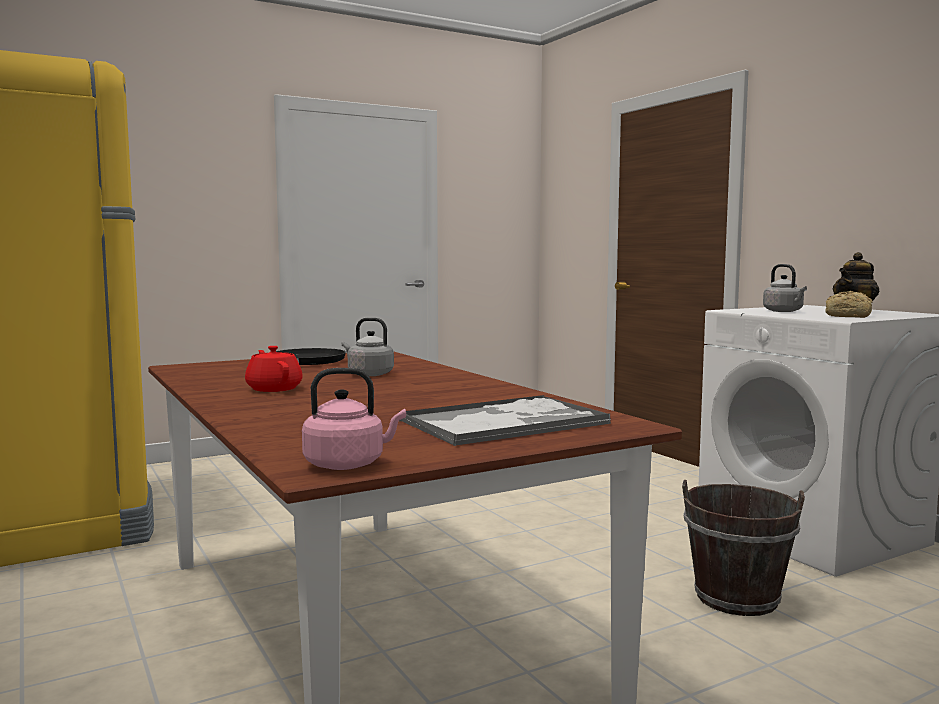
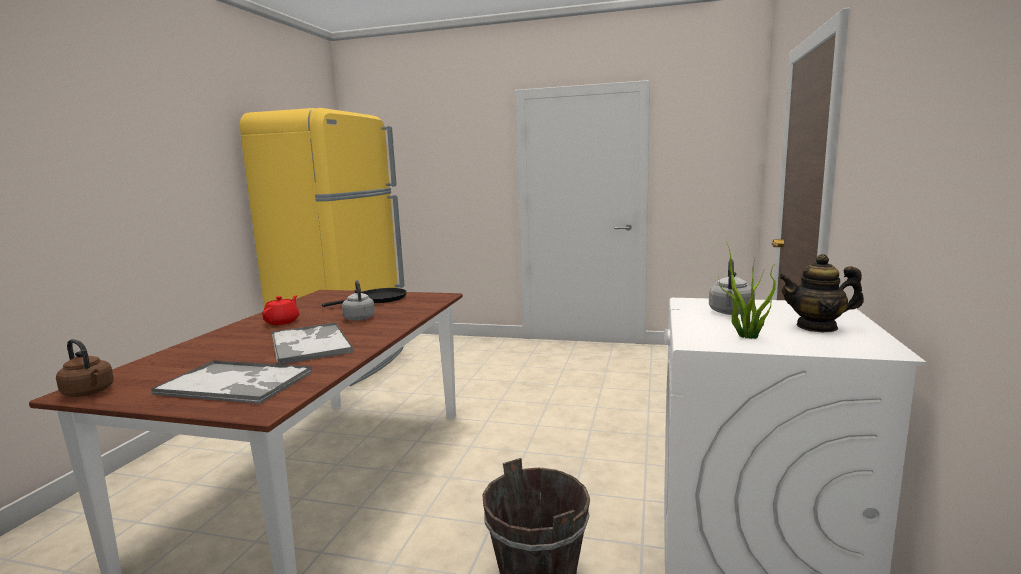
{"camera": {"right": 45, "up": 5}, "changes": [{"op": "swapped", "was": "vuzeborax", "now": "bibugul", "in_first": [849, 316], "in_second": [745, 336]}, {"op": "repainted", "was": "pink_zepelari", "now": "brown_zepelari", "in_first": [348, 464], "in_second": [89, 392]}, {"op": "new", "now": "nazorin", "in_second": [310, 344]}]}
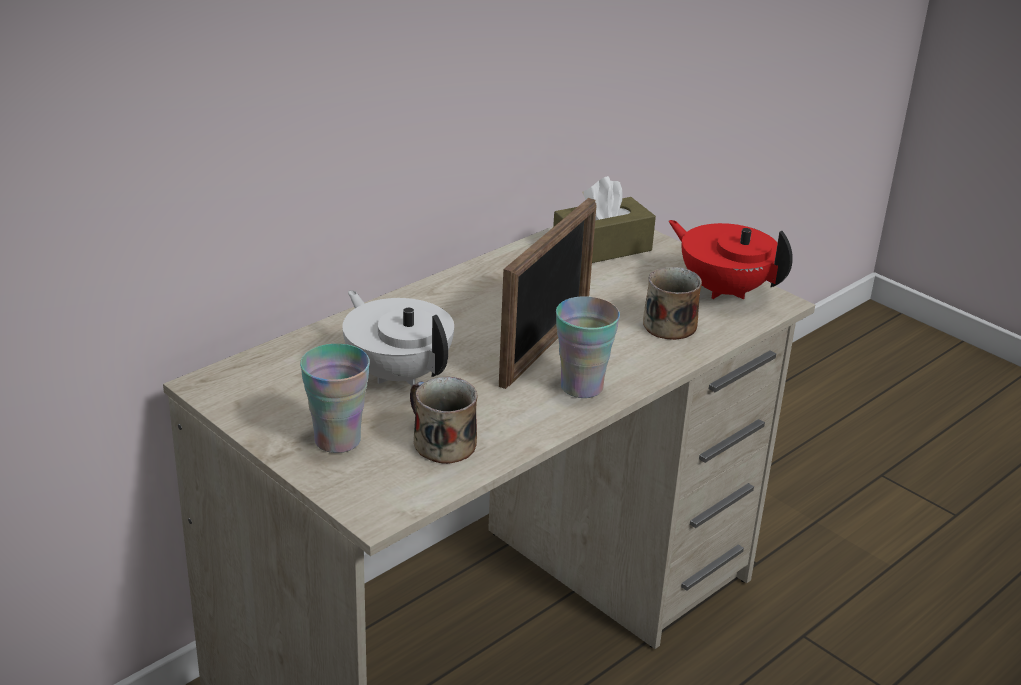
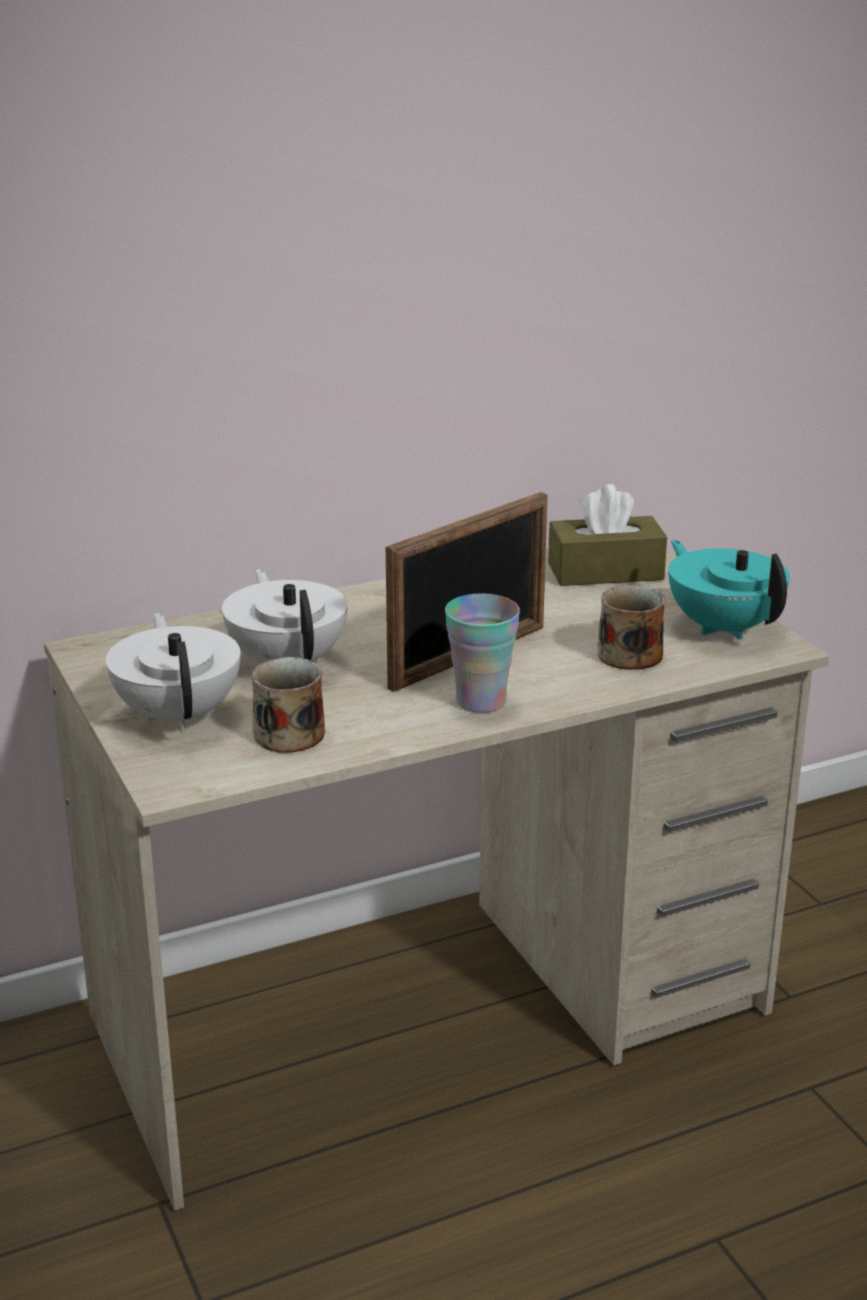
{"camera": {"right": 20, "up": -5}, "changes": [{"op": "repainted", "was": "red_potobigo", "now": "turquoise_potobigo", "in_first": [723, 289], "in_second": [723, 627]}, {"op": "swapped", "was": "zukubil", "now": "white_potobigo", "in_first": [337, 440], "in_second": [179, 715]}]}
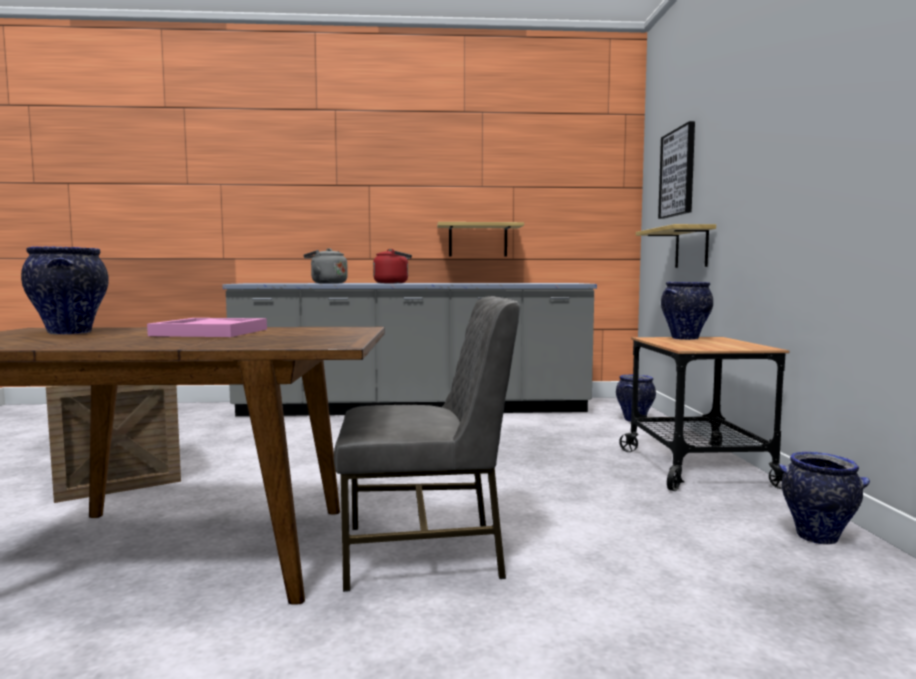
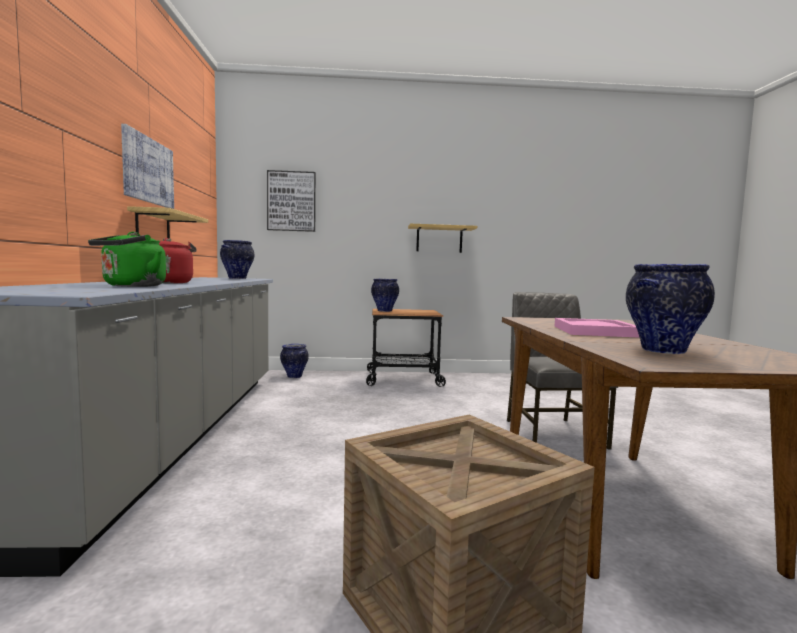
{"camera": {"right": -90, "up": 0}, "changes": [{"op": "shifted", "was": "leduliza", "in_first": [691, 247], "in_second": [439, 239]}, {"op": "repainted", "was": "grey_zepelari", "now": "green_zepelari", "in_first": [327, 283], "in_second": [131, 286]}, {"op": "shifted", "was": "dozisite", "in_first": [818, 537], "in_second": [237, 278]}, {"op": "new", "now": "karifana", "in_second": [148, 170]}]}
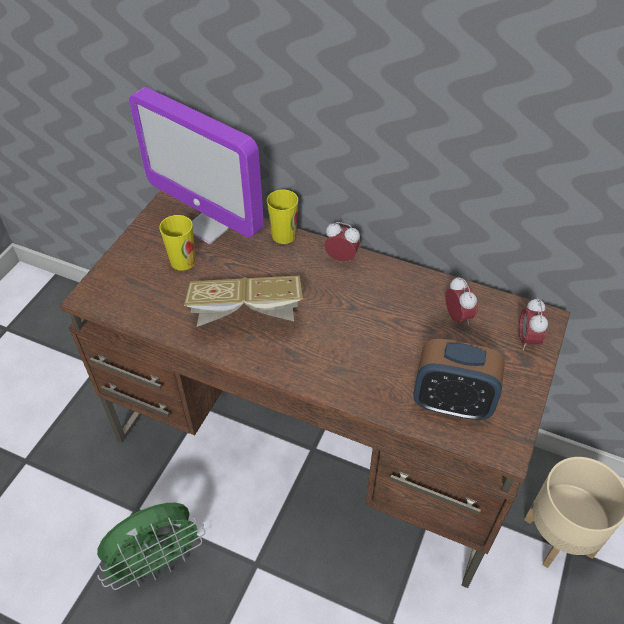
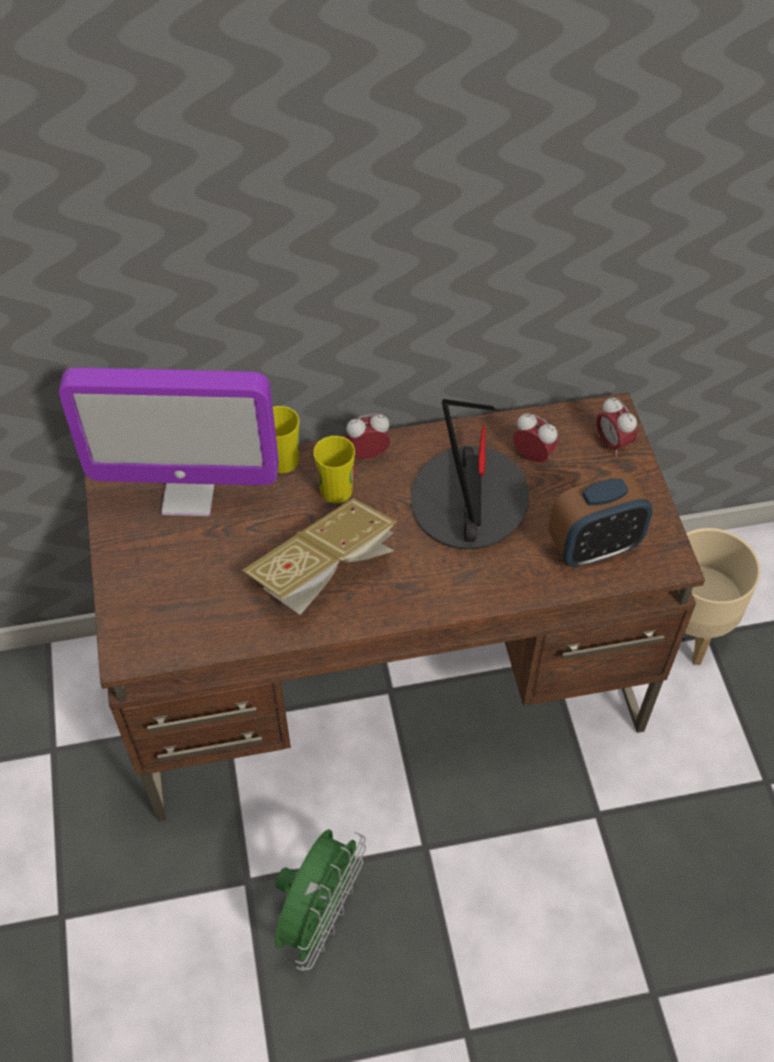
{"camera": {"right": -35, "up": 5}, "changes": [{"op": "shifted", "was": "zukubil", "in_first": [183, 261], "in_second": [336, 490]}, {"op": "new", "now": "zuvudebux", "in_second": [469, 500]}]}
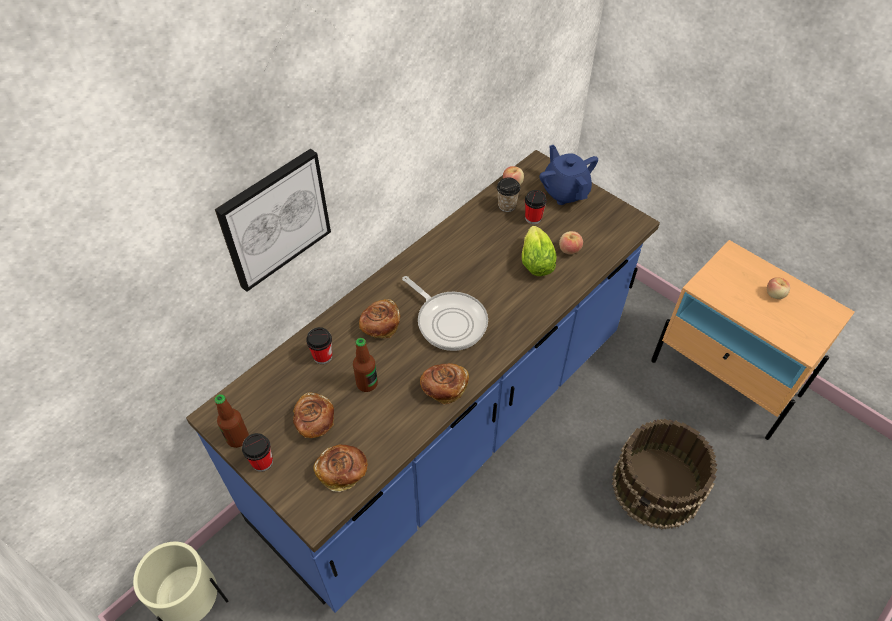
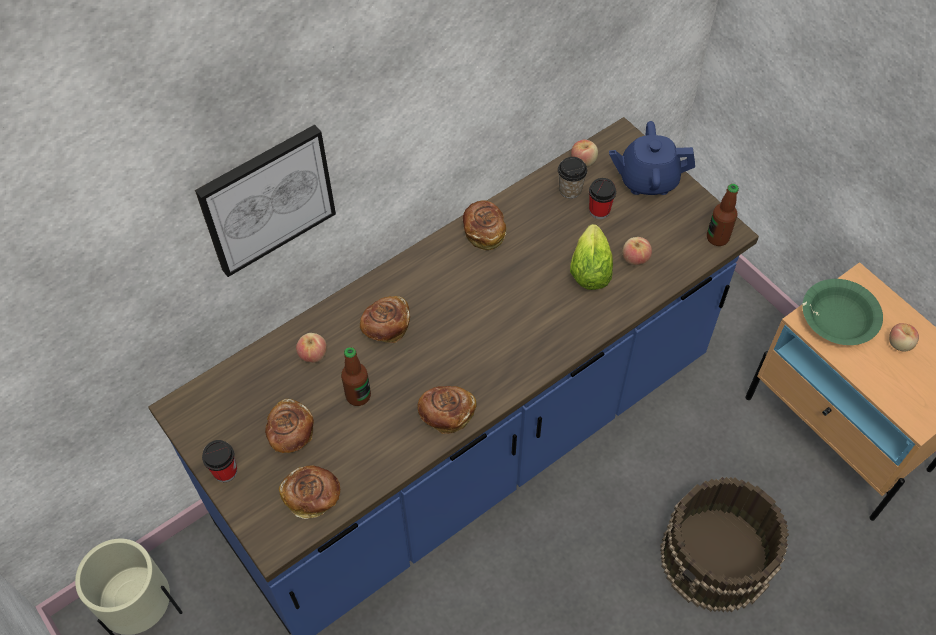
{"camera": {"right": 10, "up": 5}, "changes": [{"op": "rotated", "was": "blue_potobigo", "in_first": [565, 191], "in_second": [647, 180], "clockwise": -75}, {"op": "gone", "was": "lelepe", "in_first": [449, 321]}, {"op": "swapped", "was": "zukubil", "now": "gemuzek", "in_first": [322, 356], "in_second": [313, 355]}, {"op": "shifted", "was": "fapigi", "in_first": [237, 438], "in_second": [717, 238]}, {"op": "new", "now": "vuzeborax", "in_second": [484, 232]}, {"op": "new", "now": "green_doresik", "in_second": [838, 319]}]}
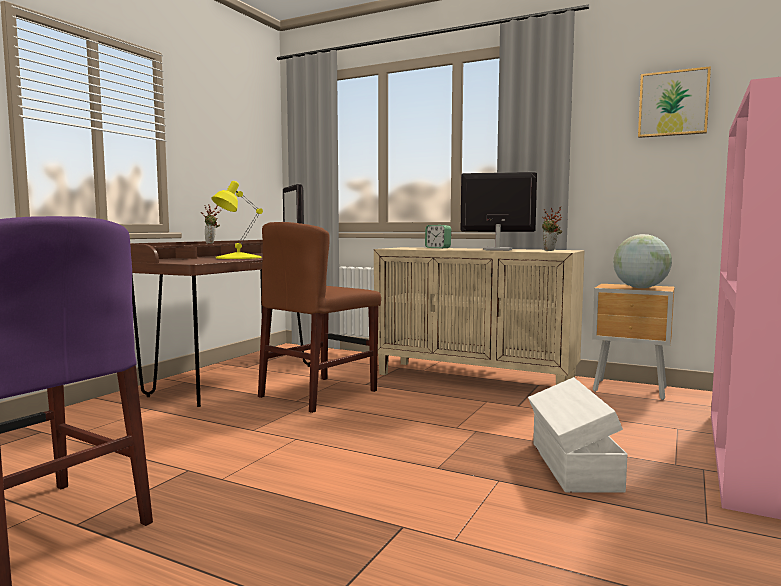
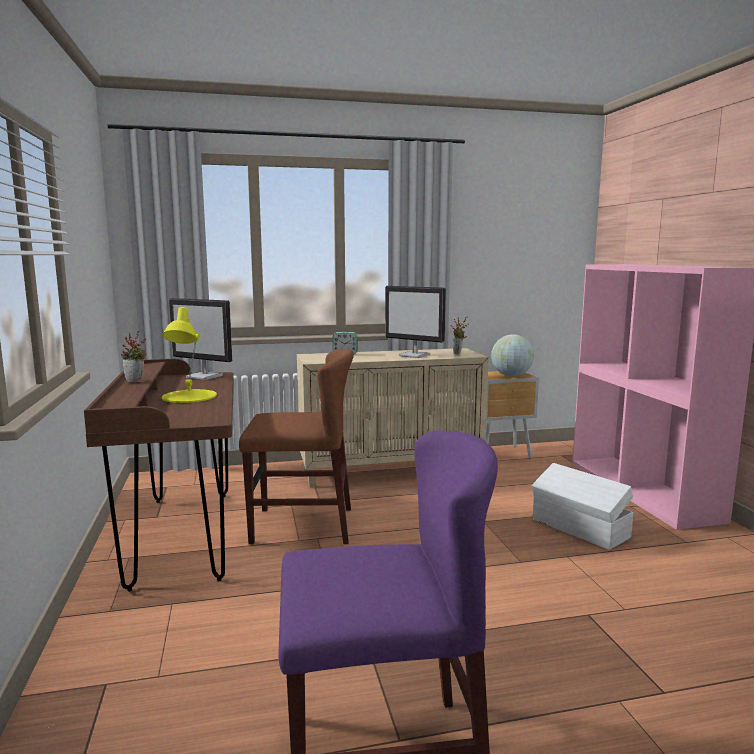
{"camera": {"right": -40, "up": 5}, "changes": [{"op": "gone", "was": "karifana", "in_first": [673, 104]}, {"op": "rotated", "was": "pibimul", "in_first": [497, 250], "in_second": [415, 355], "clockwise": -120}, {"op": "rotated", "was": "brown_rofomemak", "in_first": [319, 393], "in_second": [302, 525], "clockwise": -90}]}
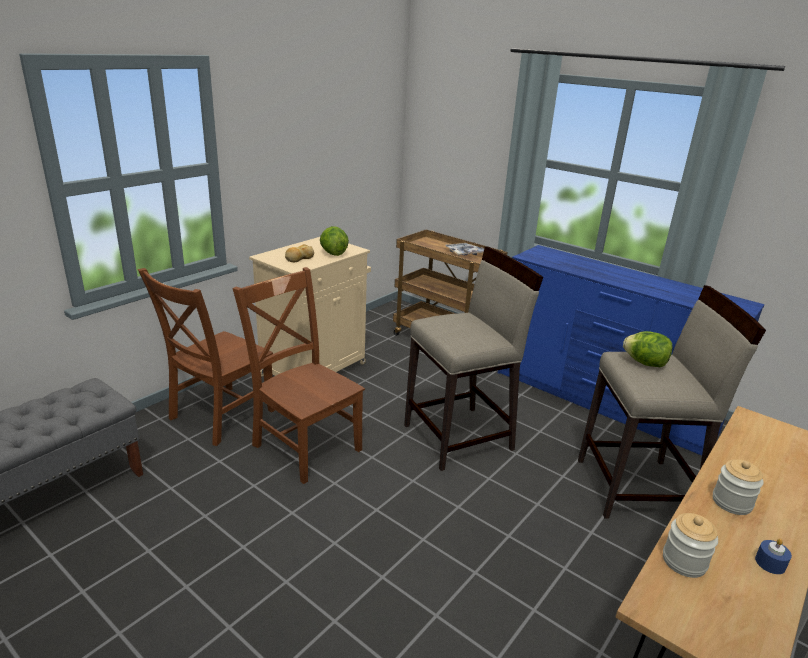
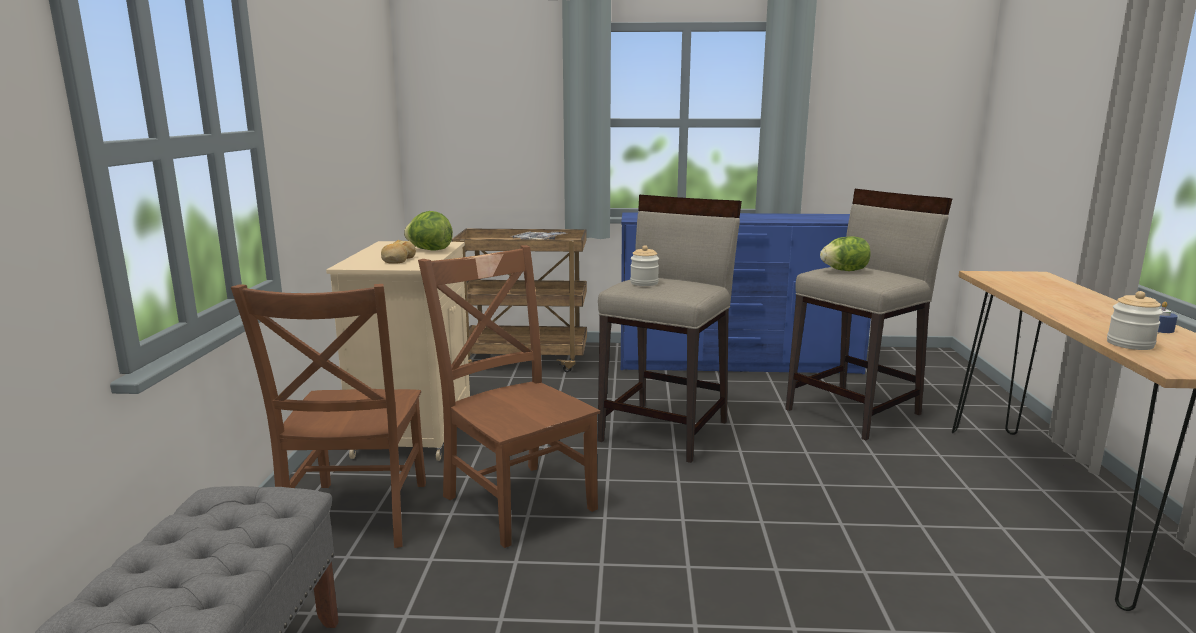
{"camera": {"right": -35, "up": -10}, "changes": [{"op": "rotated", "was": "brown_rofomemak", "in_first": [305, 445], "in_second": [516, 499], "clockwise": 45}, {"op": "shifted", "was": "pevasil", "in_first": [731, 502], "in_second": [644, 283]}]}
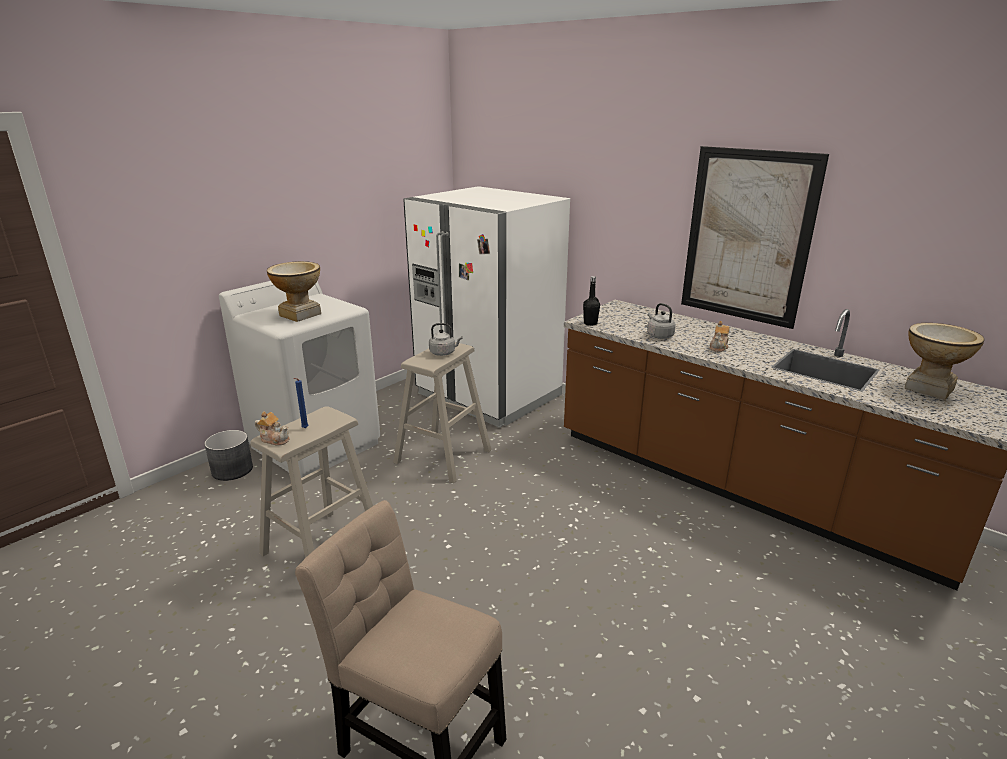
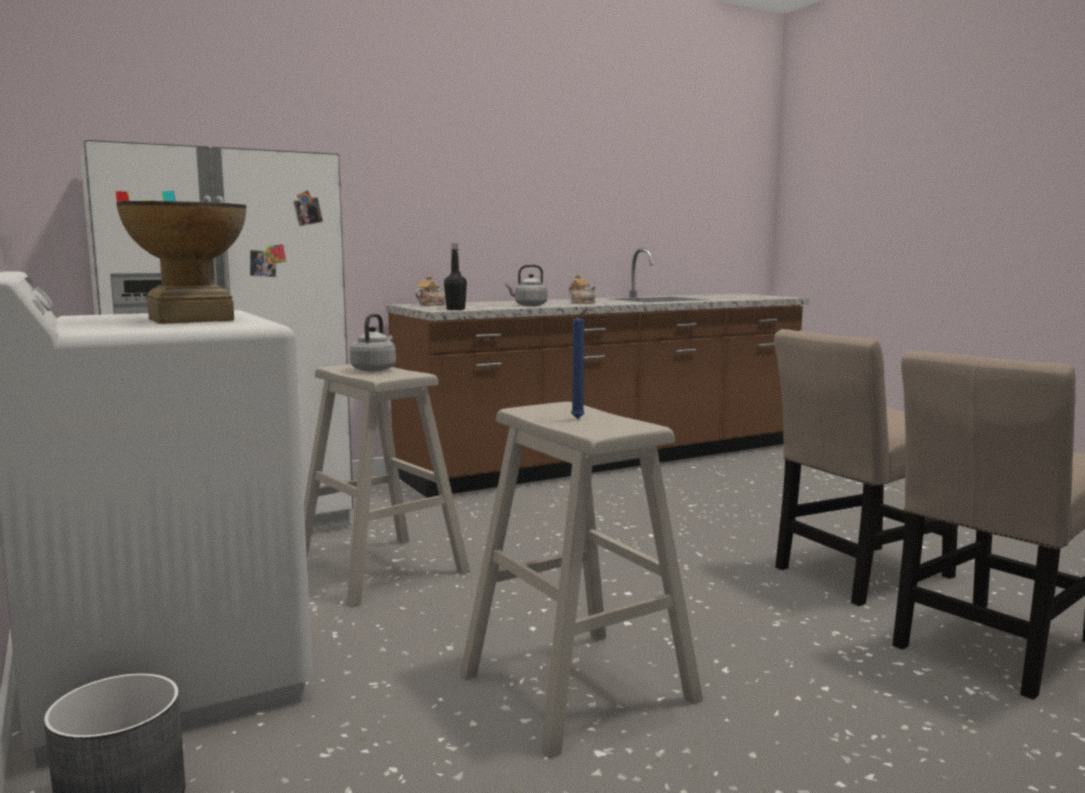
{"camera": {"right": -70, "up": -15}, "changes": [{"op": "gone", "was": "karifana", "in_first": [747, 237]}, {"op": "gone", "was": "dozisite", "in_first": [928, 388]}, {"op": "shifted", "was": "potobigo", "in_first": [274, 439], "in_second": [431, 305]}, {"op": "new", "now": "beige_rofomemak", "in_second": [858, 575]}]}
